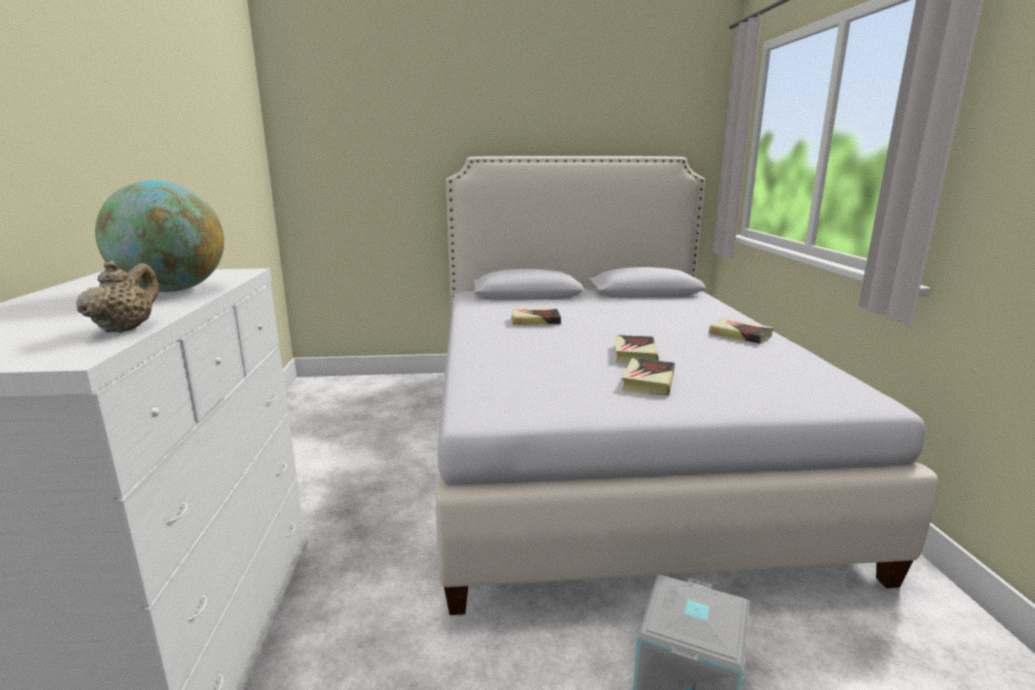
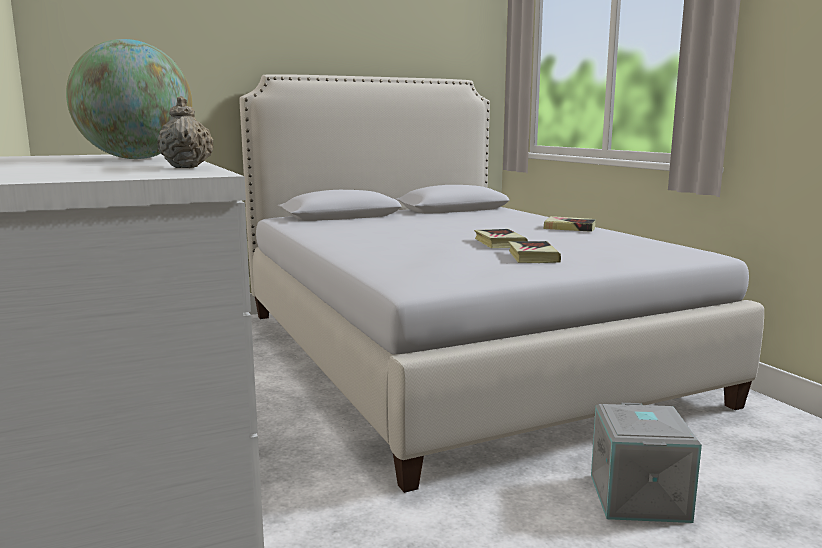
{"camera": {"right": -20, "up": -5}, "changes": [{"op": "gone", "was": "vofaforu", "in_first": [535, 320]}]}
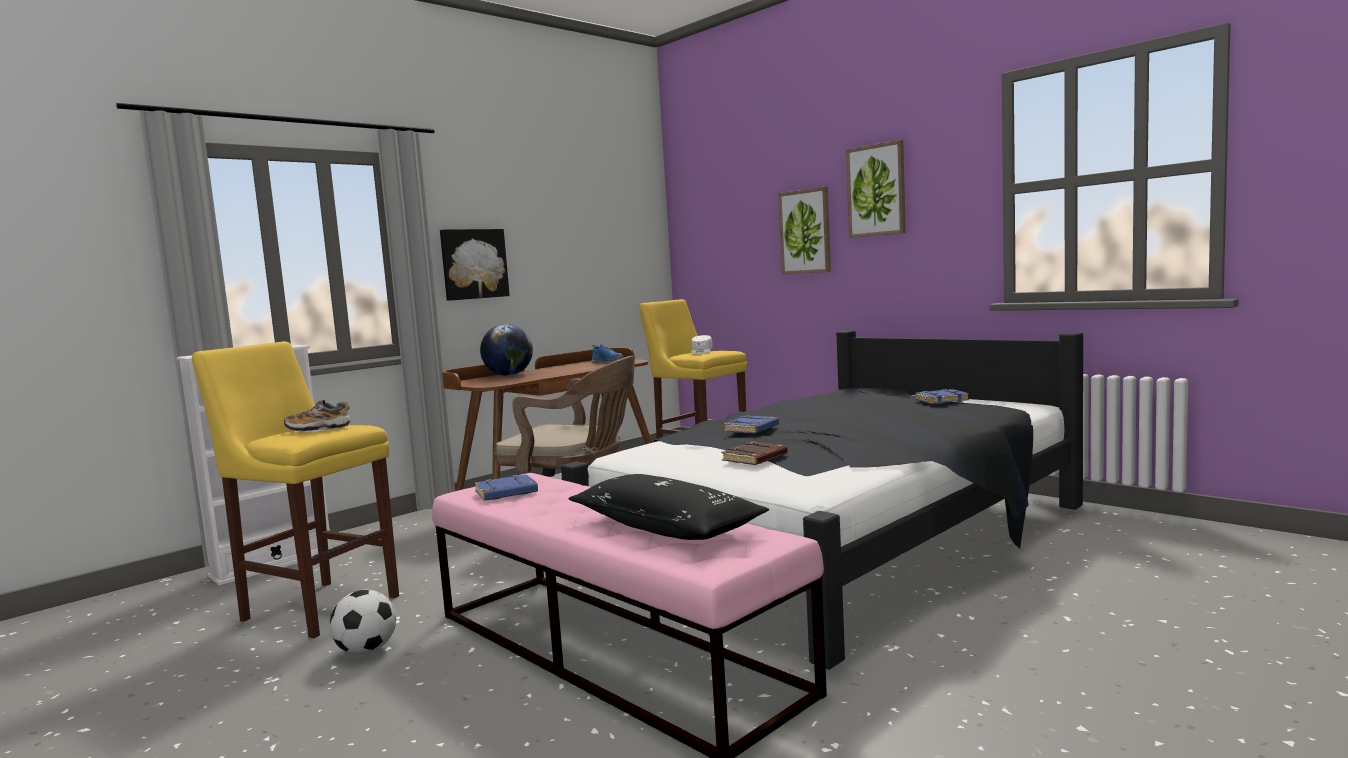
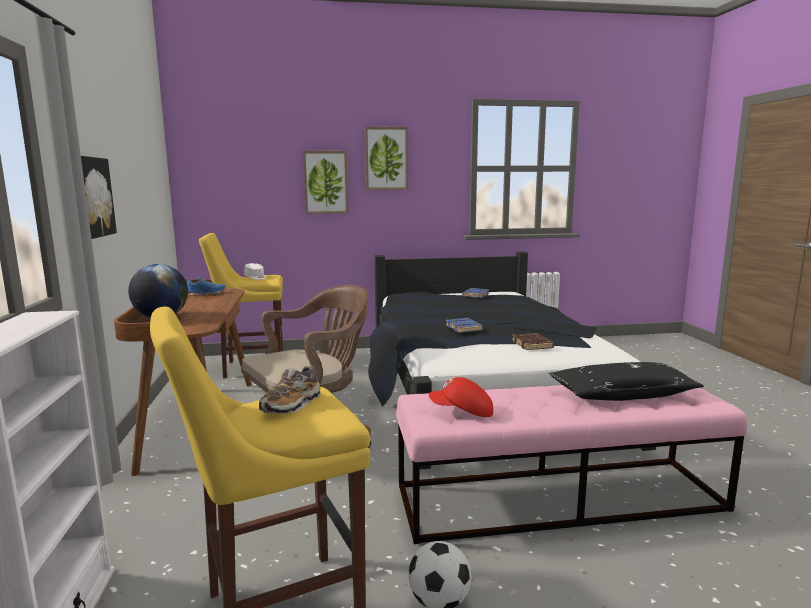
{"camera": {"right": -55, "up": 5}, "changes": [{"op": "swapped", "was": "blue_vofaforu", "now": "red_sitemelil", "in_first": [506, 493], "in_second": [462, 412]}]}
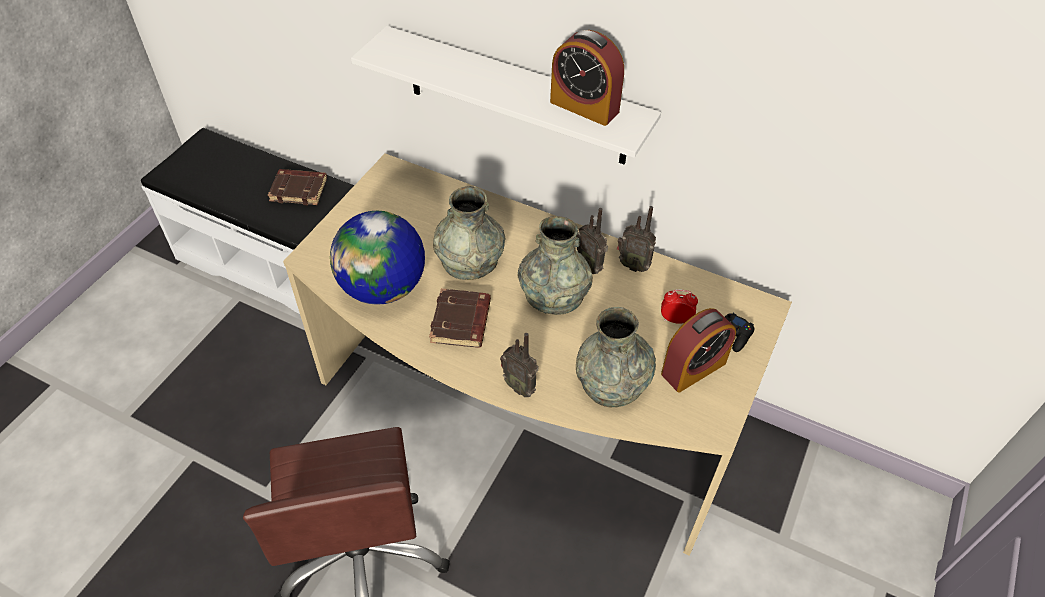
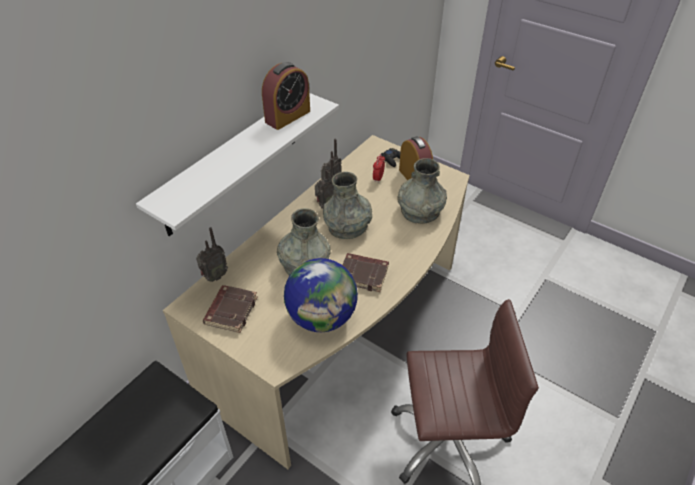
{"camera": {"right": -80, "up": -5}, "changes": [{"op": "shifted", "was": "brown_vofaforu", "in_first": [300, 190], "in_second": [230, 310]}, {"op": "shifted", "was": "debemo", "in_first": [520, 386], "in_second": [214, 277]}]}
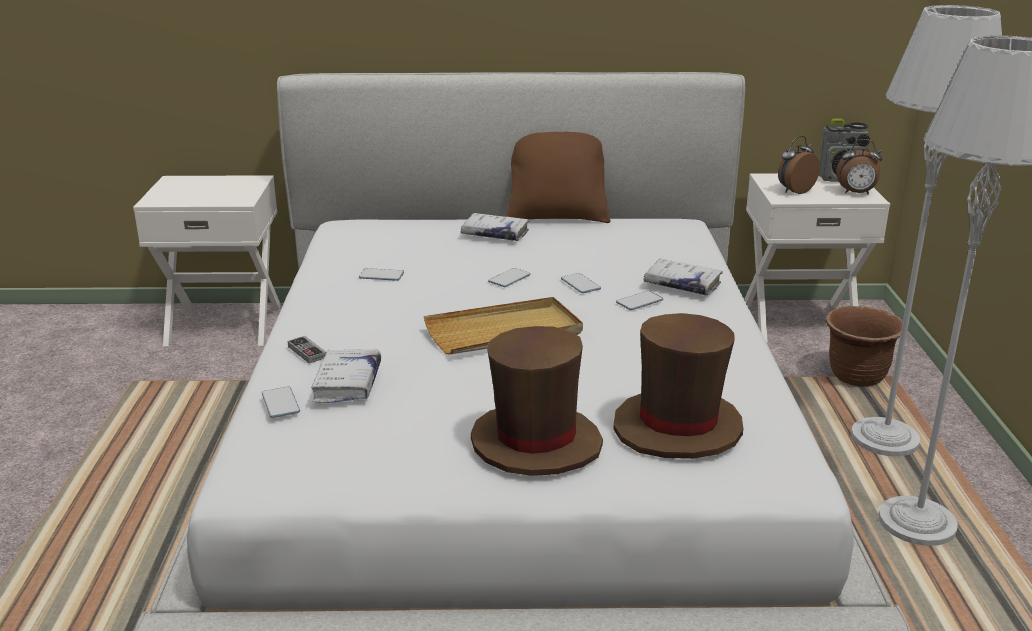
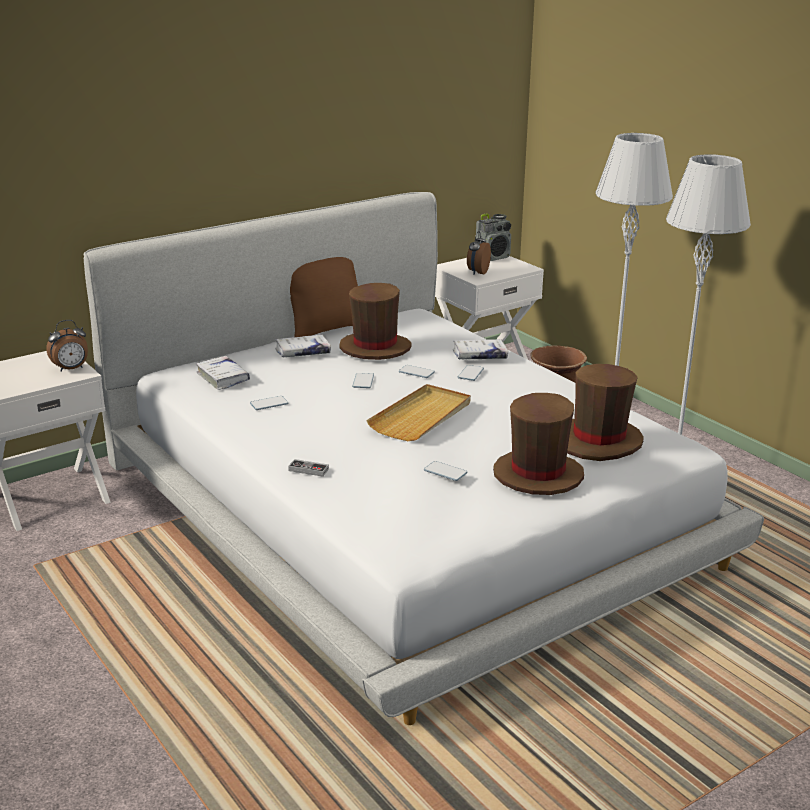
{"camera": {"right": -35, "up": 0}, "changes": [{"op": "shifted", "was": "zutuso", "in_first": [856, 193], "in_second": [71, 369]}, {"op": "shifted", "was": "white_vofaforu", "in_first": [347, 384], "in_second": [223, 378]}, {"op": "shifted", "was": "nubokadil", "in_first": [280, 403], "in_second": [445, 472]}, {"op": "new", "now": "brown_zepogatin", "in_second": [375, 348]}]}
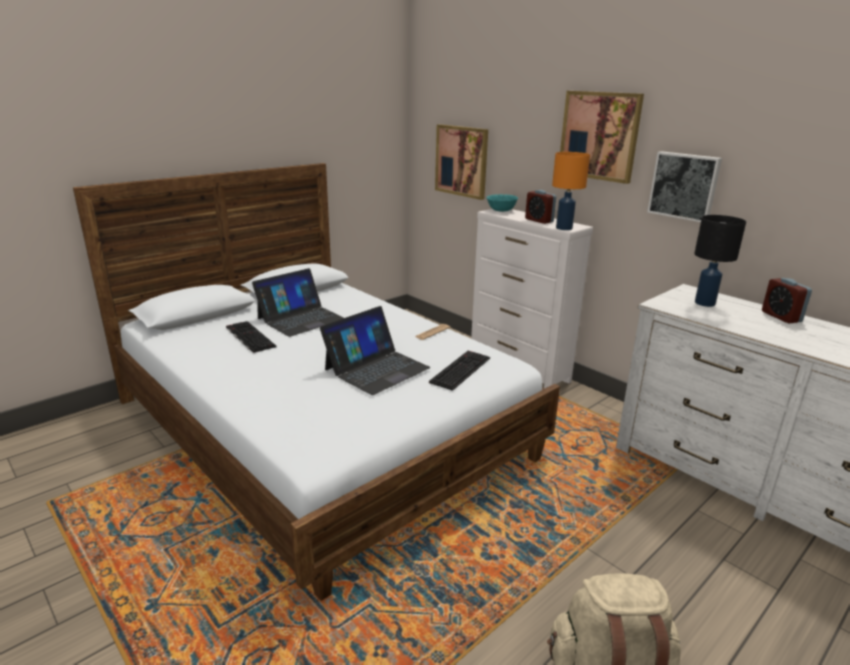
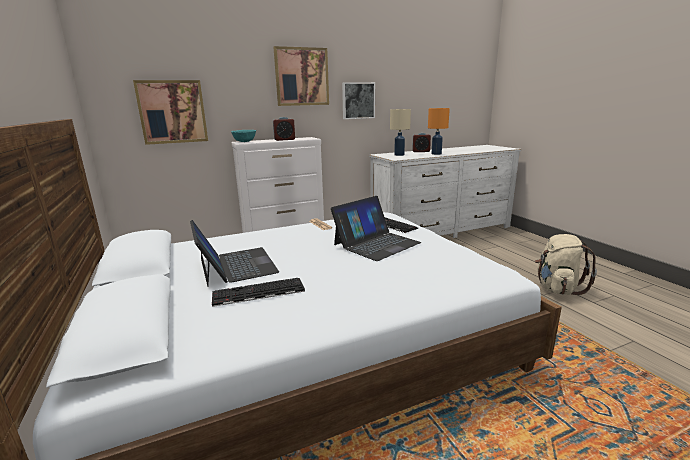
{"camera": {"right": -70, "up": -5}, "changes": [{"op": "shifted", "was": "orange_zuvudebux", "in_first": [563, 228], "in_second": [436, 154]}, {"op": "repainted", "was": "black_zuvudebux", "now": "beige_zuvudebux", "in_first": [705, 303], "in_second": [399, 155]}, {"op": "rotated", "was": "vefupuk", "in_first": [376, 368], "in_second": [376, 243], "clockwise": 75}]}
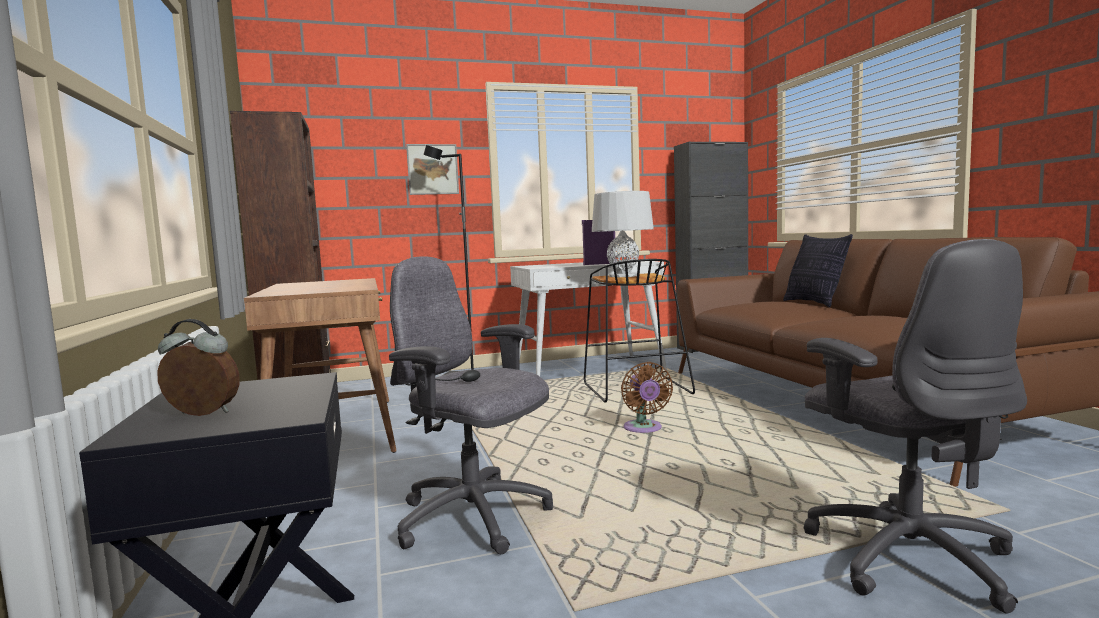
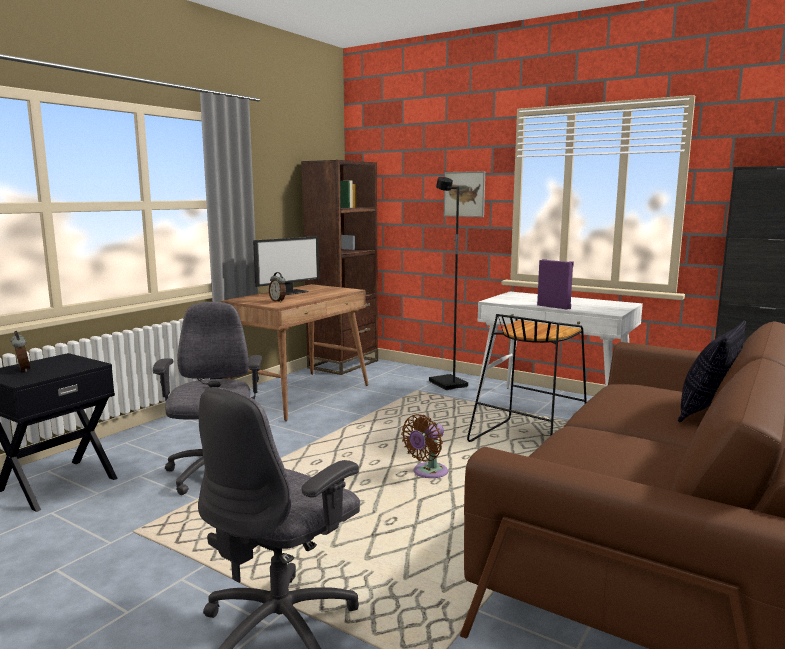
{"camera": {"right": 50, "up": 5}, "changes": [{"op": "gone", "was": "grey_zuvudebux", "in_first": [623, 276]}, {"op": "new", "now": "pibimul", "in_second": [289, 292]}, {"op": "new", "now": "zutuso", "in_second": [278, 301]}]}
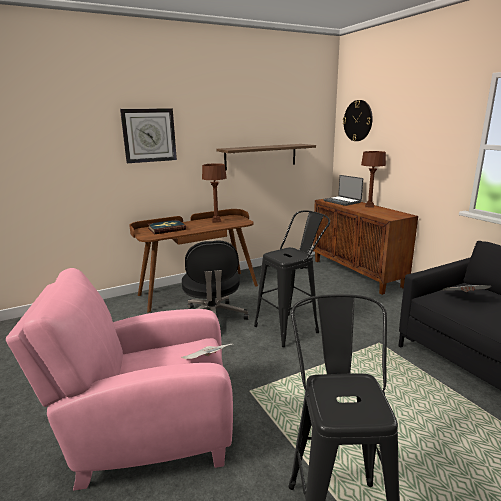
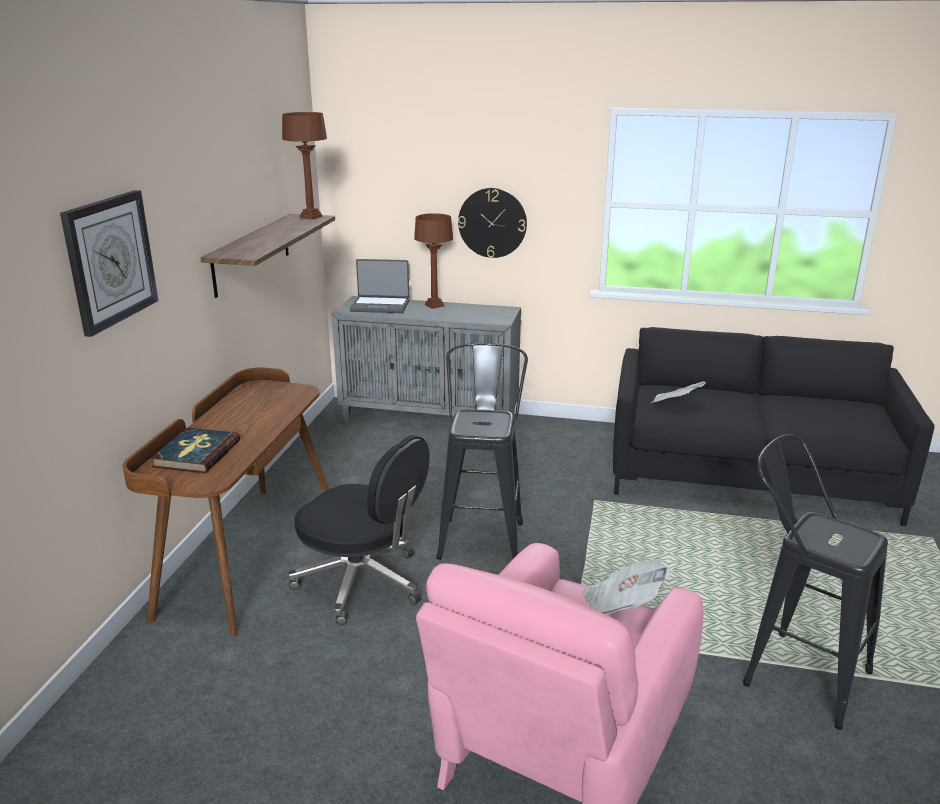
{"camera": {"right": -50, "up": 5}, "changes": [{"op": "shifted", "was": "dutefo", "in_first": [358, 120], "in_second": [492, 222]}, {"op": "shifted", "was": "brown_zuvudebux", "in_first": [216, 221], "in_second": [310, 217]}, {"op": "repainted", "was": "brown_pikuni", "now": "grey_pikuni", "in_first": [357, 273], "in_second": [431, 418]}]}
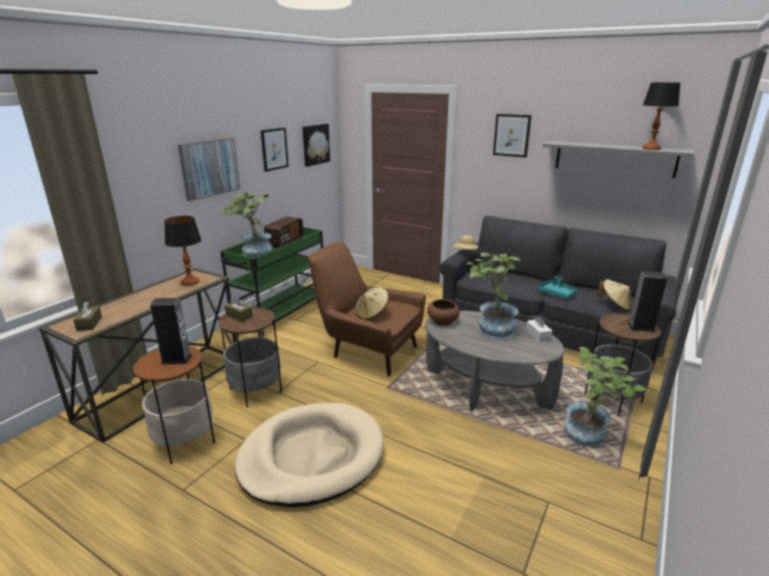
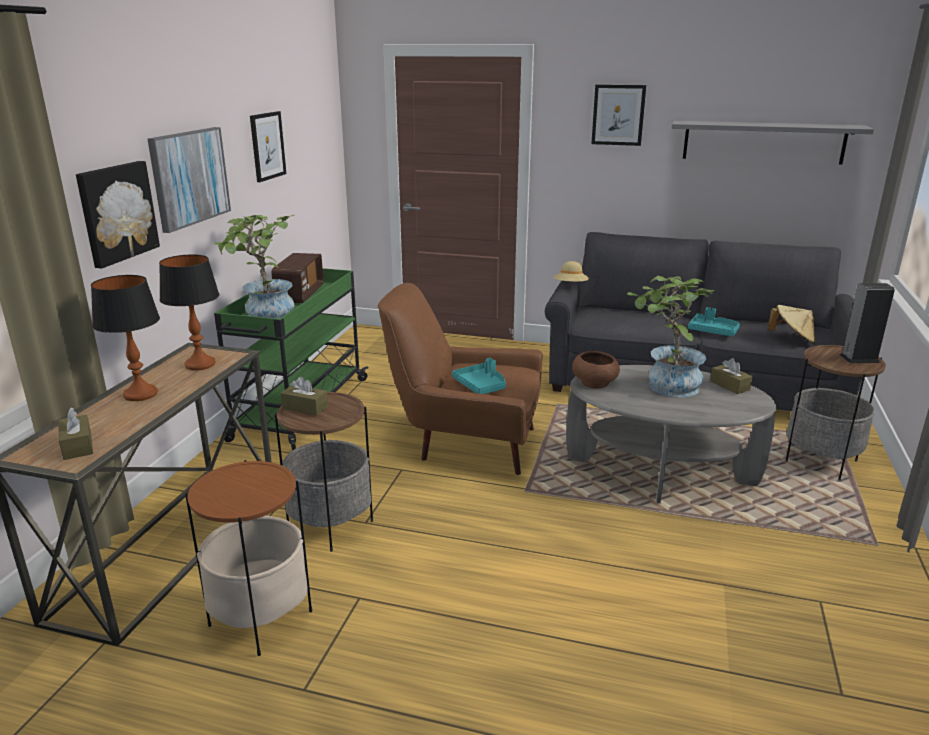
{"camera": {"right": -15, "up": 0}, "changes": [{"op": "shifted", "was": "zuvudebux", "in_first": [651, 148], "in_second": [141, 394]}, {"op": "shifted", "was": "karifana", "in_first": [315, 144], "in_second": [116, 212]}, {"op": "swapped", "was": "beige_zepogatin", "now": "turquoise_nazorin", "in_first": [372, 314], "in_second": [481, 386]}, {"op": "gone", "was": "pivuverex", "in_first": [176, 359]}, {"op": "repainted", "was": "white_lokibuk", "now": "brown_lokibuk", "in_first": [538, 335], "in_second": [730, 386]}, {"op": "gone", "was": "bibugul", "in_first": [591, 436]}, {"op": "gone", "was": "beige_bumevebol", "in_first": [311, 457]}]}
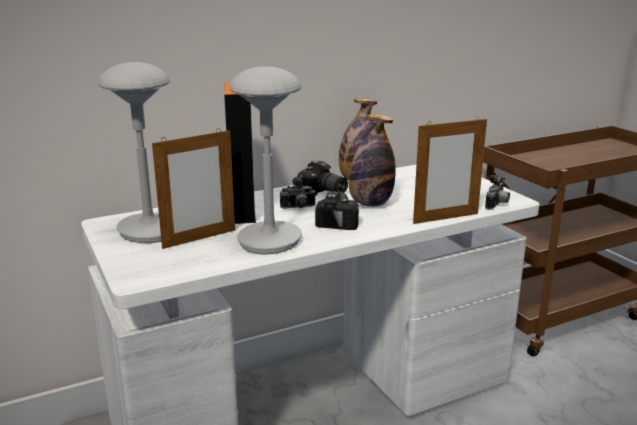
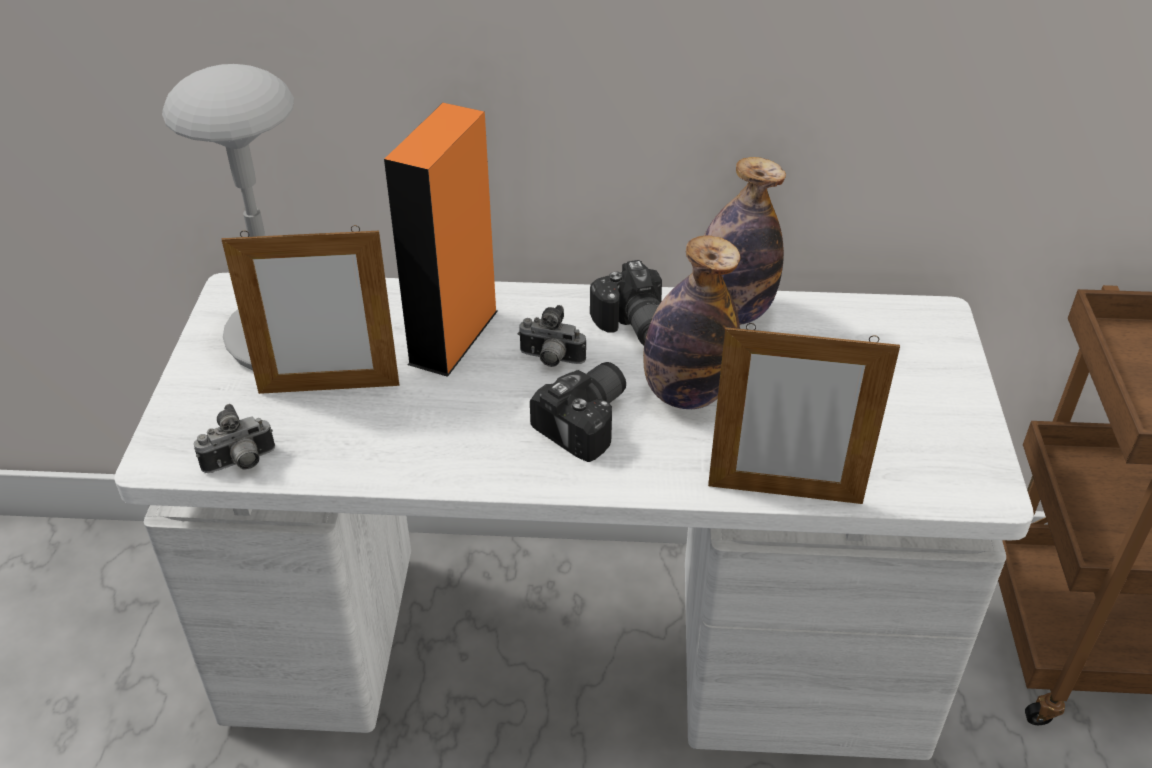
{"camera": {"right": 30, "up": 20}, "changes": [{"op": "gone", "was": "grey_zuvudebux", "in_first": [269, 240]}, {"op": "shifted", "was": "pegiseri", "in_first": [497, 205], "in_second": [241, 464]}]}
